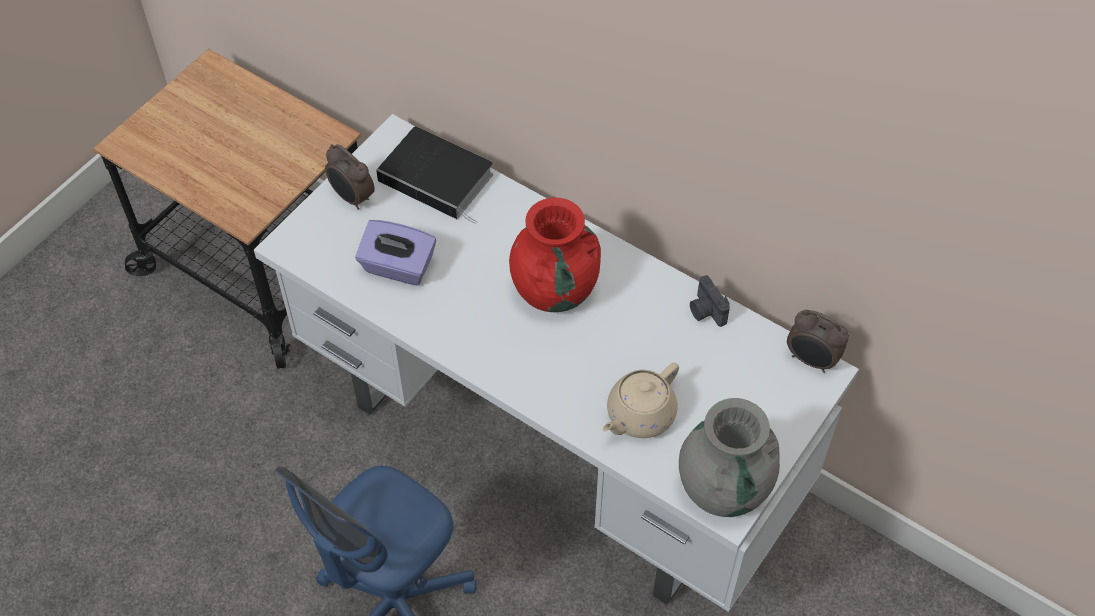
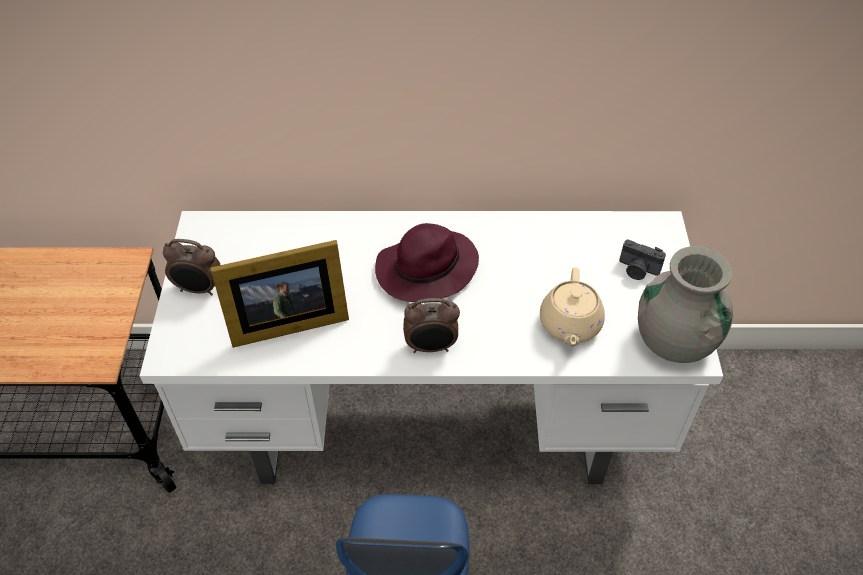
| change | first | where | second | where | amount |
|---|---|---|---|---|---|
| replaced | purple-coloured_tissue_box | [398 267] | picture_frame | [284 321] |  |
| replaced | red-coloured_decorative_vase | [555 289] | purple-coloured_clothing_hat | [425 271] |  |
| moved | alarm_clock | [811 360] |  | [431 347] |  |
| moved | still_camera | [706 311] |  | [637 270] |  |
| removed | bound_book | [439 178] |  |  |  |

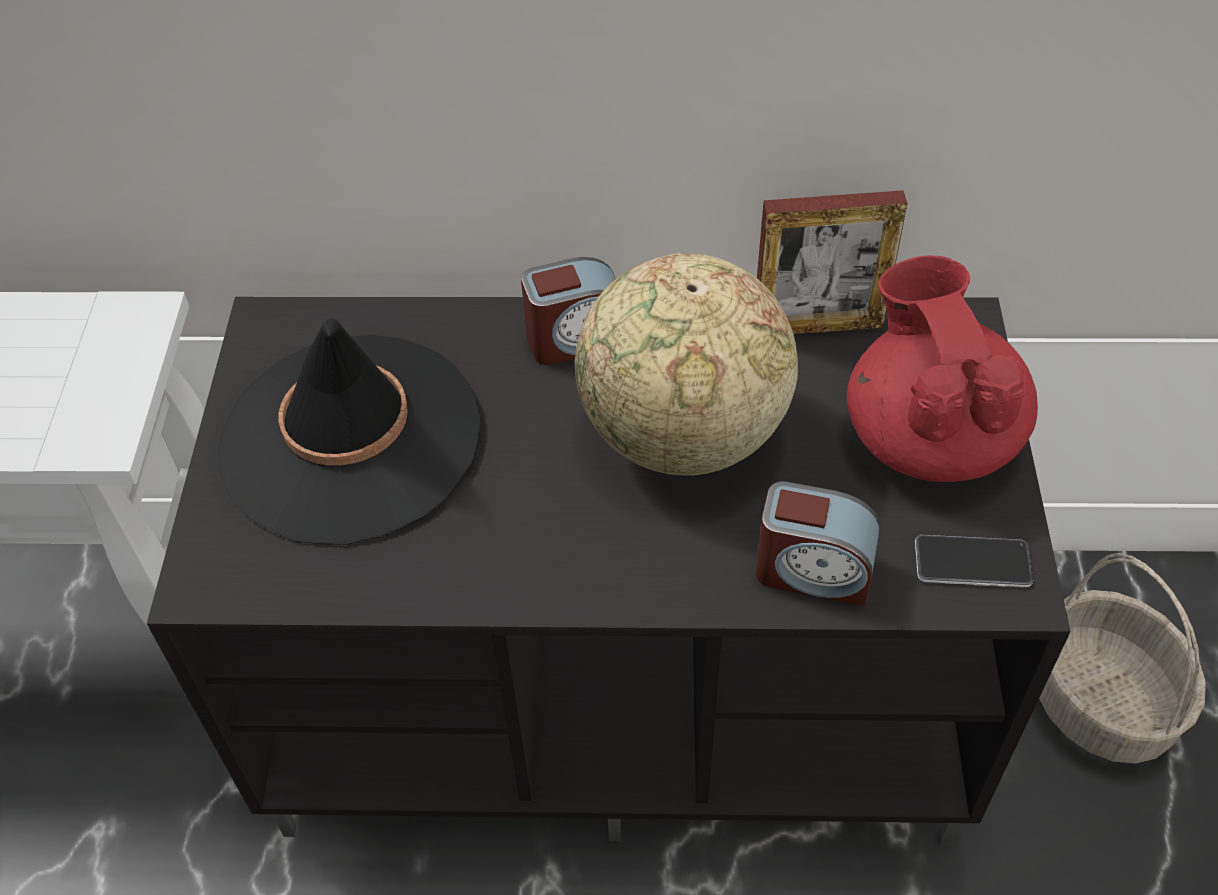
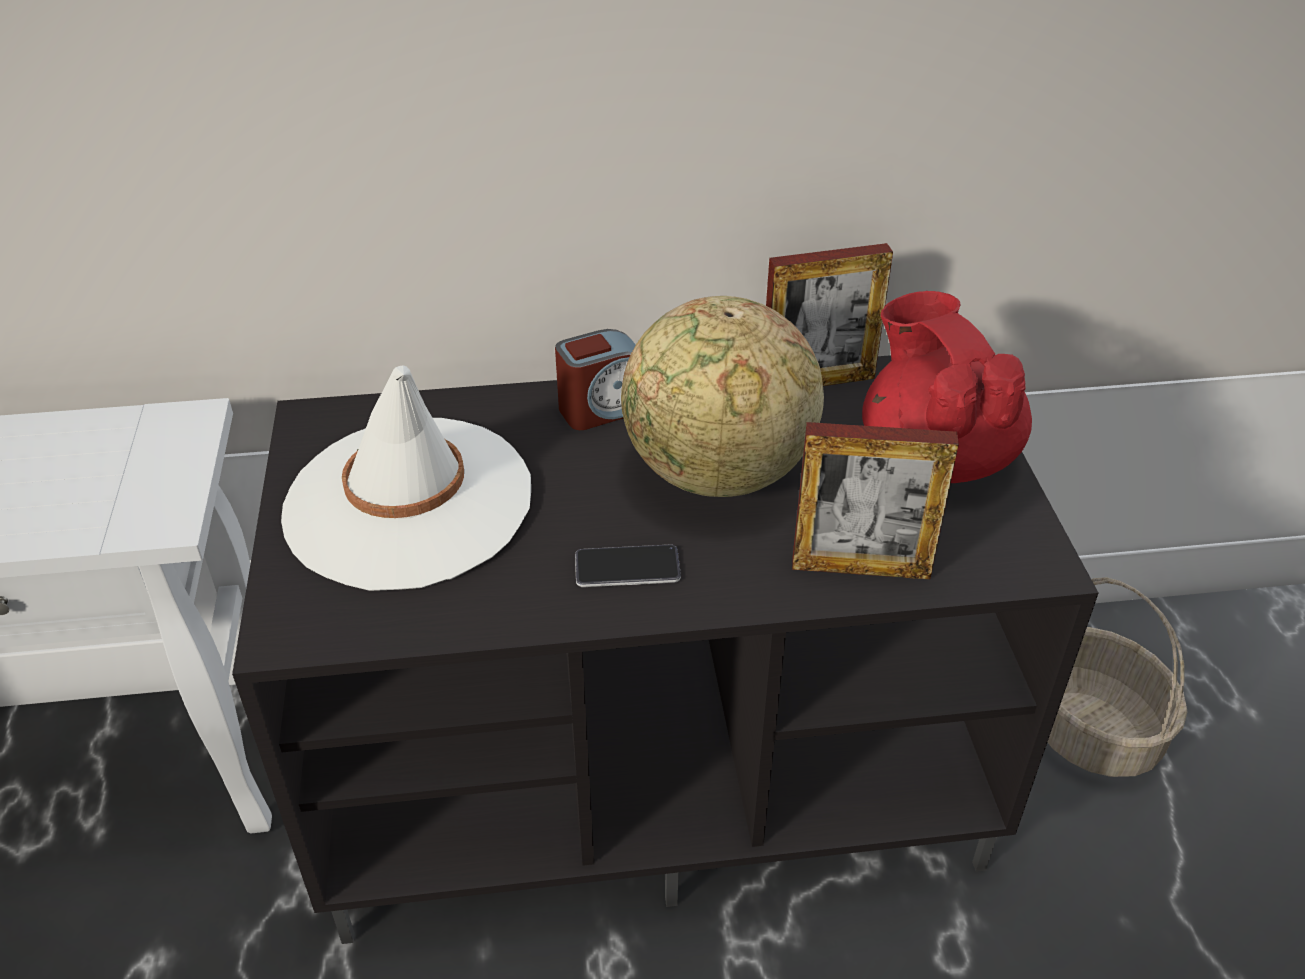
| change | first | where | second | where | amount |
|---|---|---|---|---|---|
| recoloured | blackish_clothing_hat | [350 438] | whitish_clothing_hat | [408 503] |  |
| moved | telephone | [972 563] |  | [627 568] |  |
| replaced | alarm_clock | [813 570] | picture_frame | [860 567] |  |

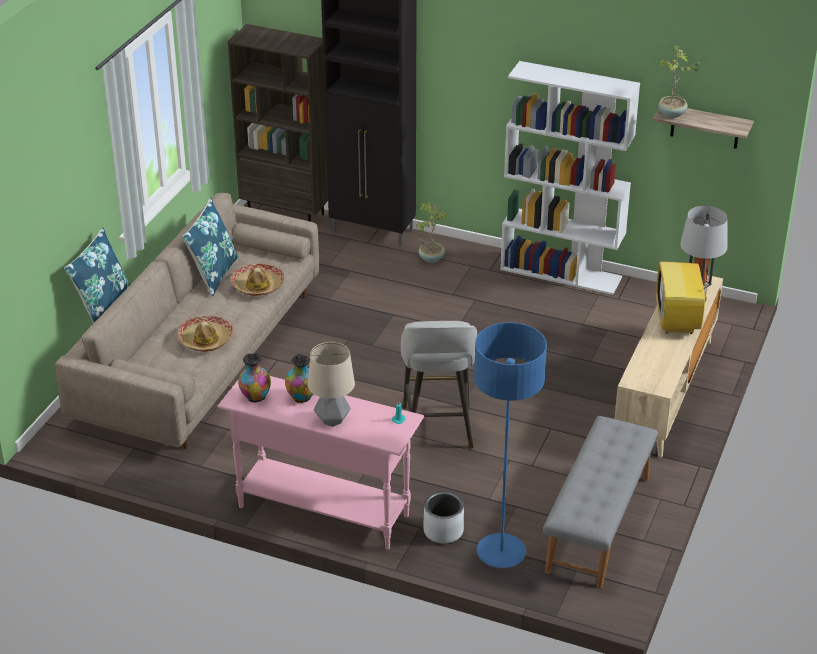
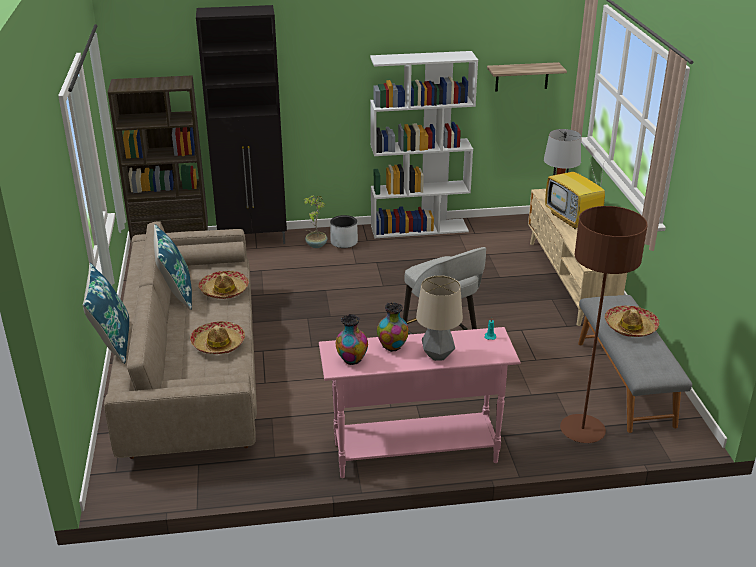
| change | first | where | second | where | amount |
|---|---|---|---|---|---|
| moved | grey_planter | [443 530] |  | [343 242] |  |
| recoloured | blue-coloured_standard_lamp | [501 552] | brown_standard_lamp | [582 430] |  |
| added |  |  | clothing_hat | [630 327] |  |
| removed | plant_in_a_pot | [672 114] |  |  |  |

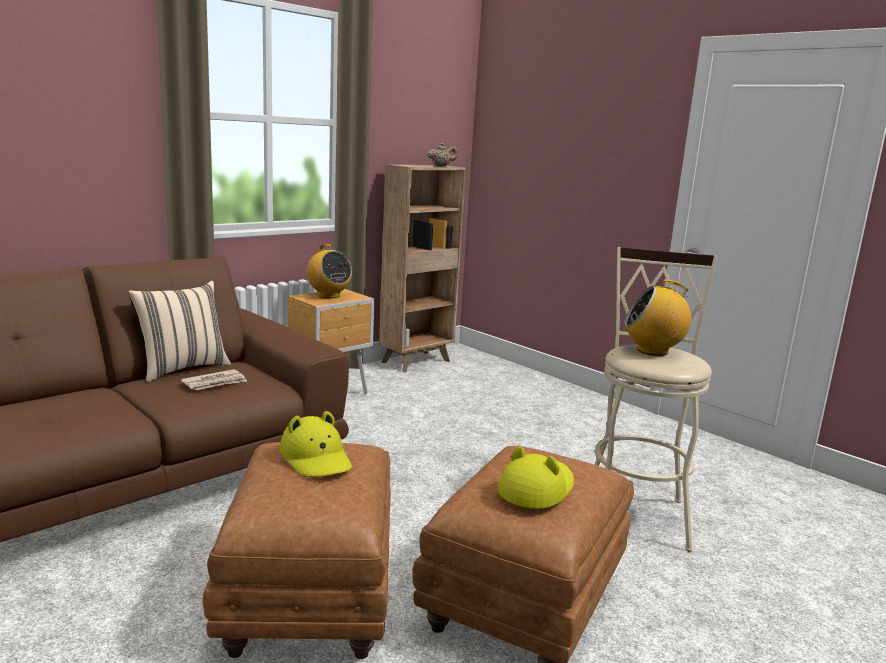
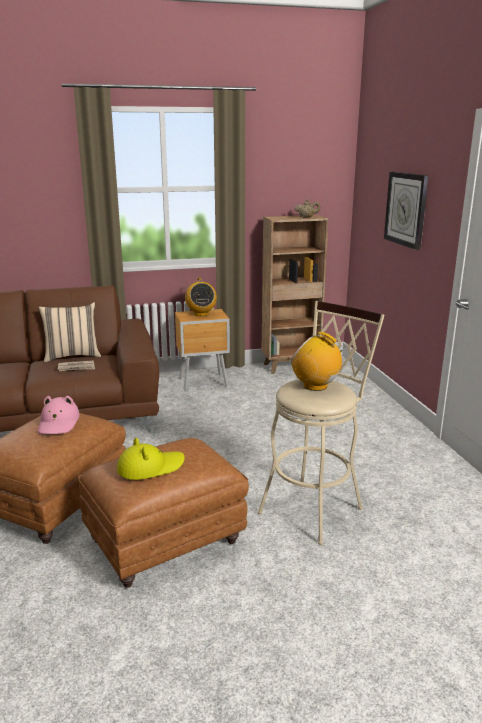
| change | first | where | second | where | amount |
|---|---|---|---|---|---|
| recoloured | yellowish_clothing_hat | [316 458] | pink-coloured_clothing_hat | [59 423] |  |
| added |  |  | wall_clock | [406 209] |  |

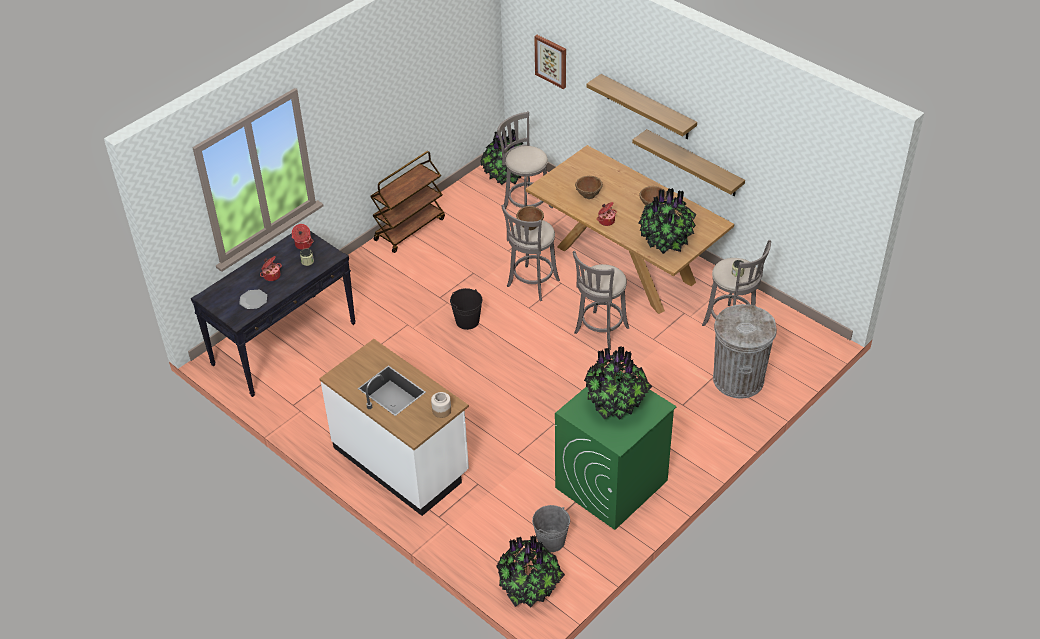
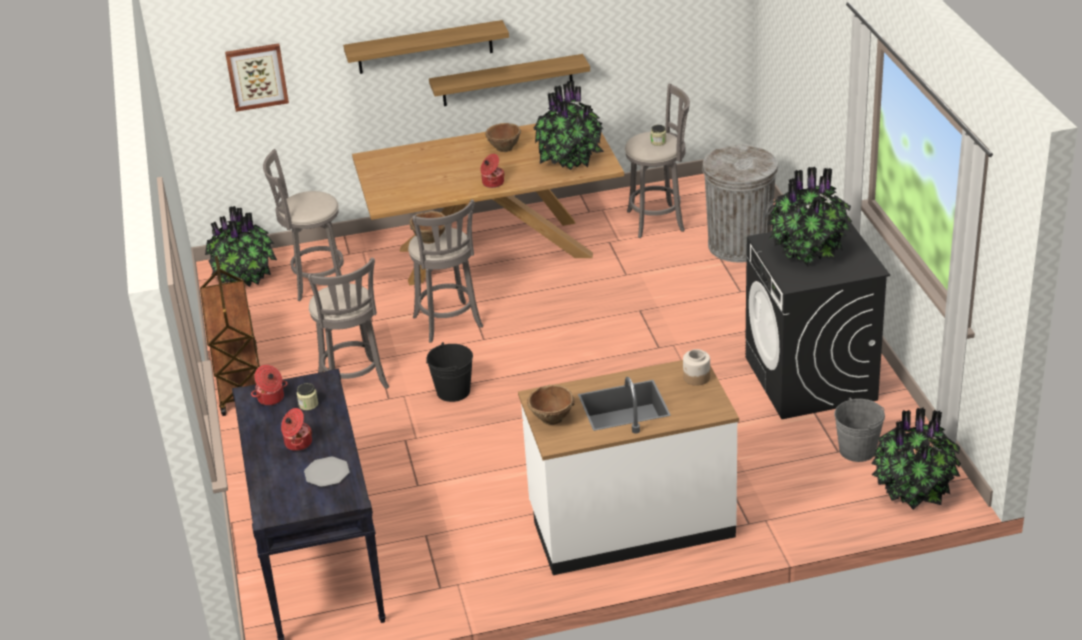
| change | first | where | second | where | amount |
|---|---|---|---|---|---|
| moved | grey_stool_seat | [600 332] |  | [354 384] |  |
| moved | brown_deep_dish | [588 195] |  | [552 419] |  |
| recoloured | green-coloured_laundry_machine | [611 484] | blackish_laundry_machine | [811 379] |  |

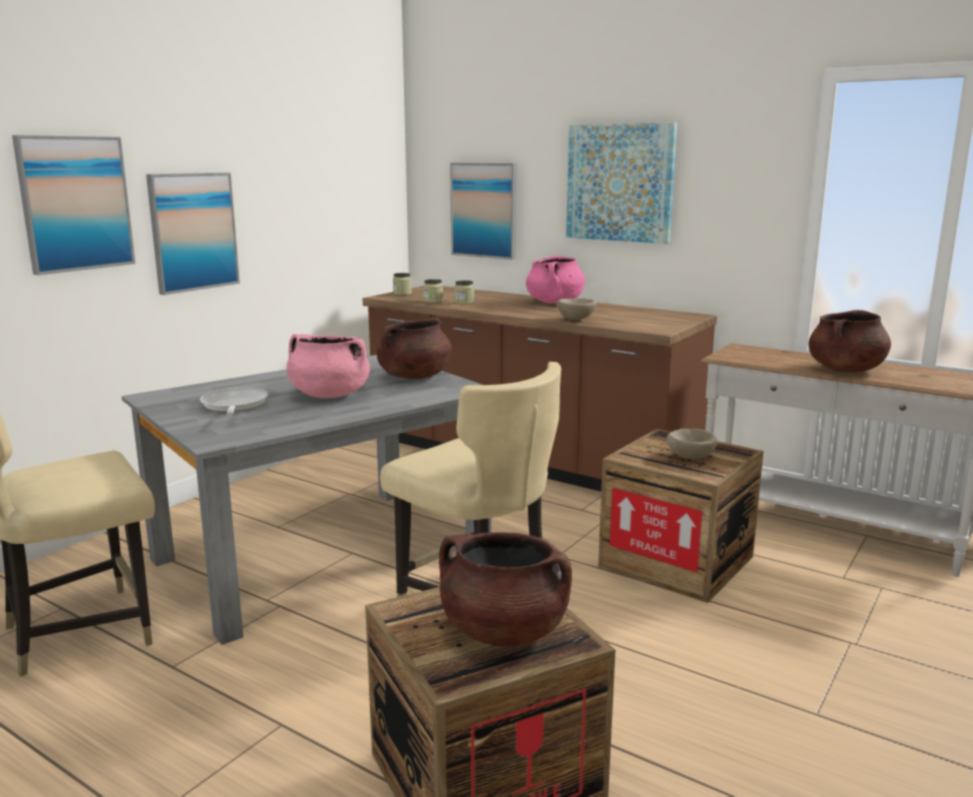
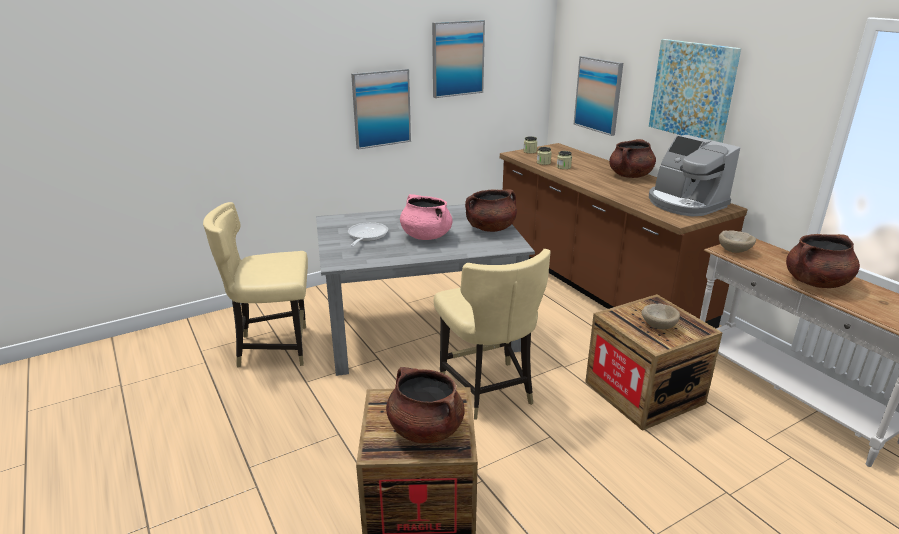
| change | first | where | second | where | amount |
|---|---|---|---|---|---|
| moved | wall_picture | [75 203] |  | [457 58] |  |
| recoloured | pink-coloured_stockpot | [555 302] | brown_stockpot | [630 176] |  |
| added |  |  | coffee_brewer | [685 203] |  |
| moved | beige-coloured_deep_dish | [576 319] |  | [734 250] |  |

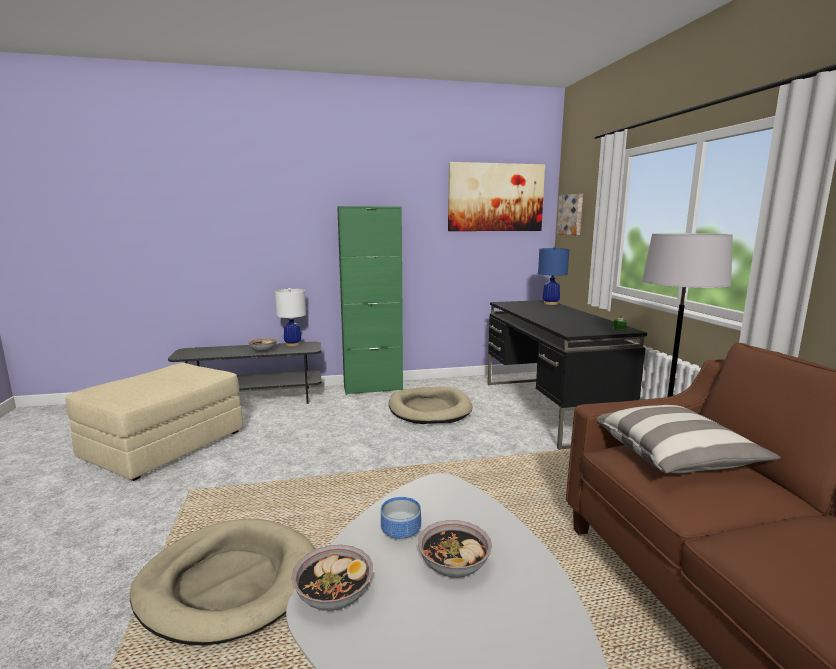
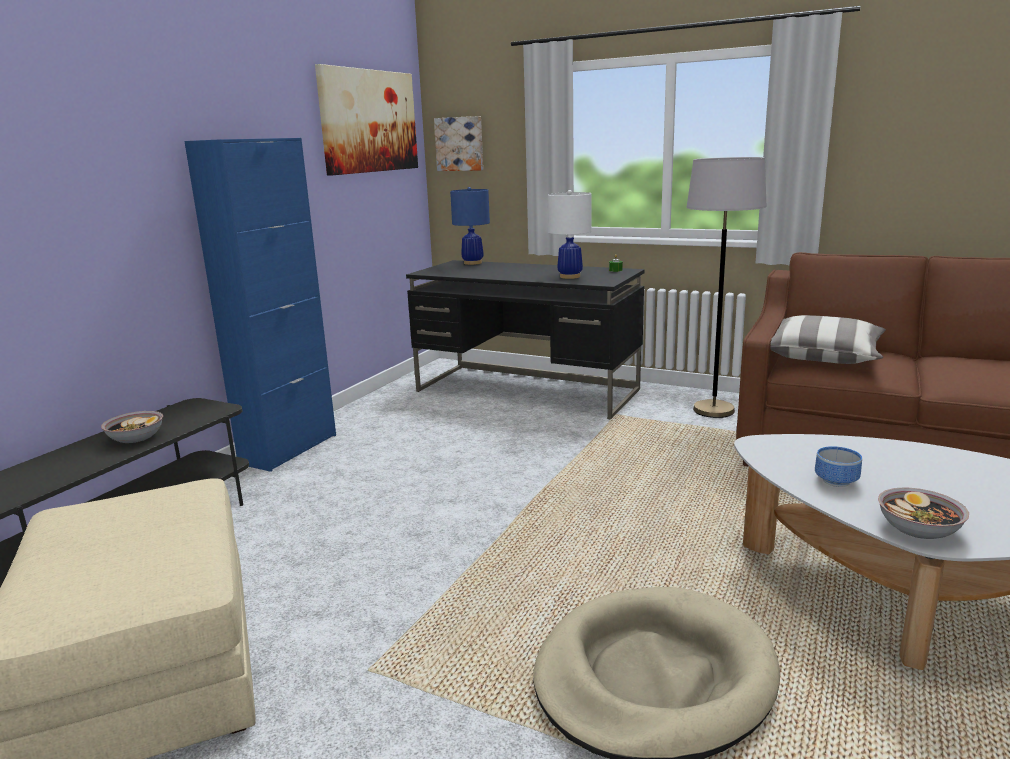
| change | first | where | second | where | amount |
|---|---|---|---|---|---|
| recoloured | green-coloured_storage_cabinet | [373 388] | blue-coloured_storage_cabinet | [289 449] |  |
| moved | whitish_tabletop_lamp | [293 344] |  | [570 276] |  |
| removed | beige-coloured_pet_bed | [429 409] |  |  |  |
| removed | deep_dish | [454 564] |  |  |  |

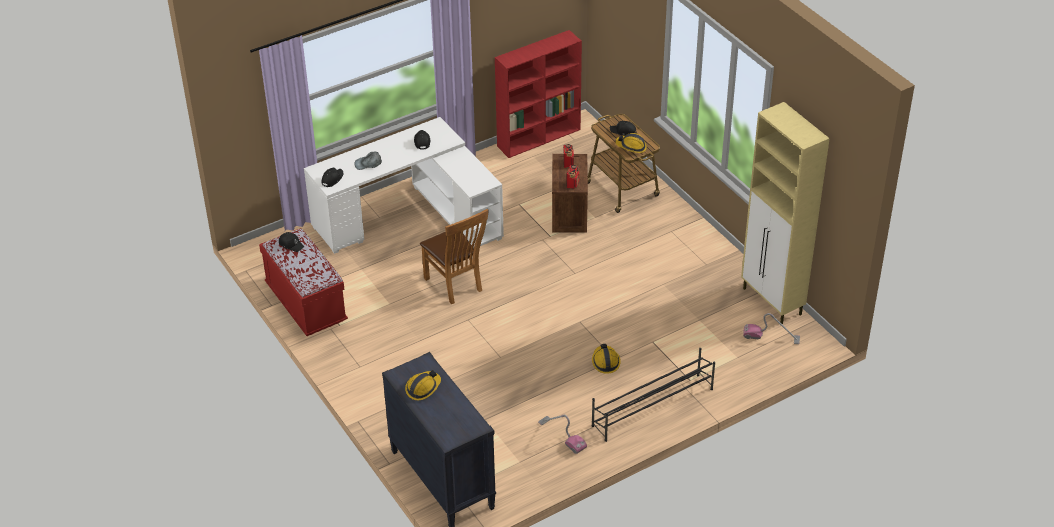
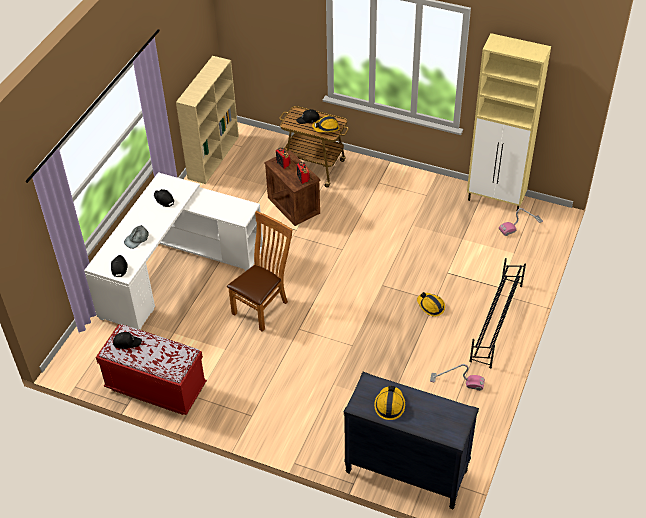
| change | first | where | second | where | amount |
|---|---|---|---|---|---|
| recoloured | red-coloured_shelving_unit | [539 137] | beige-coloured_shelving_unit | [213 157] |  |
| turned | brown_plain_chair | [456 286] |  | [263 306] | 75 degrees counterclockwise |

